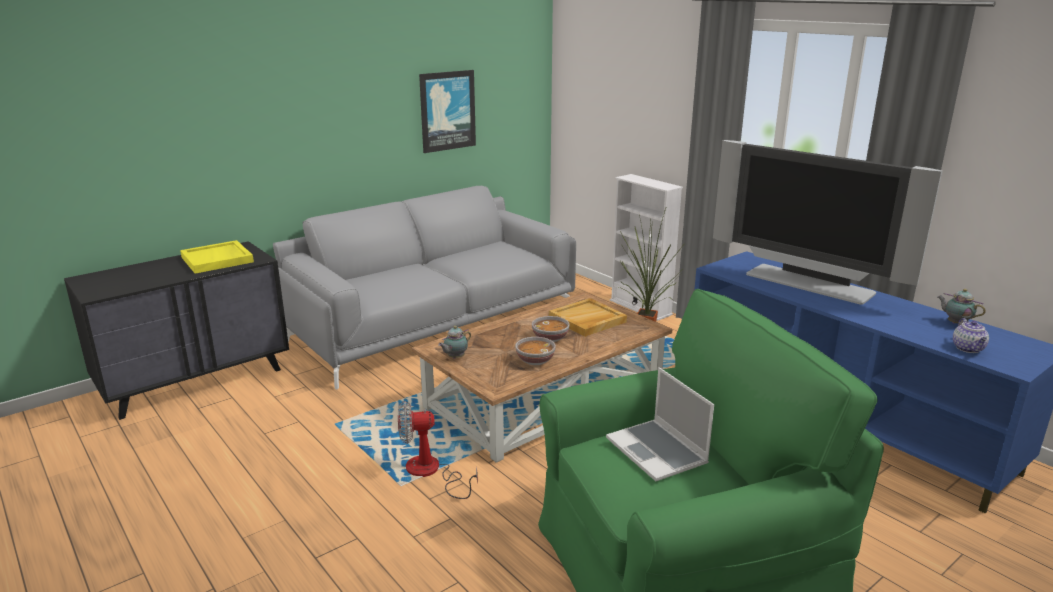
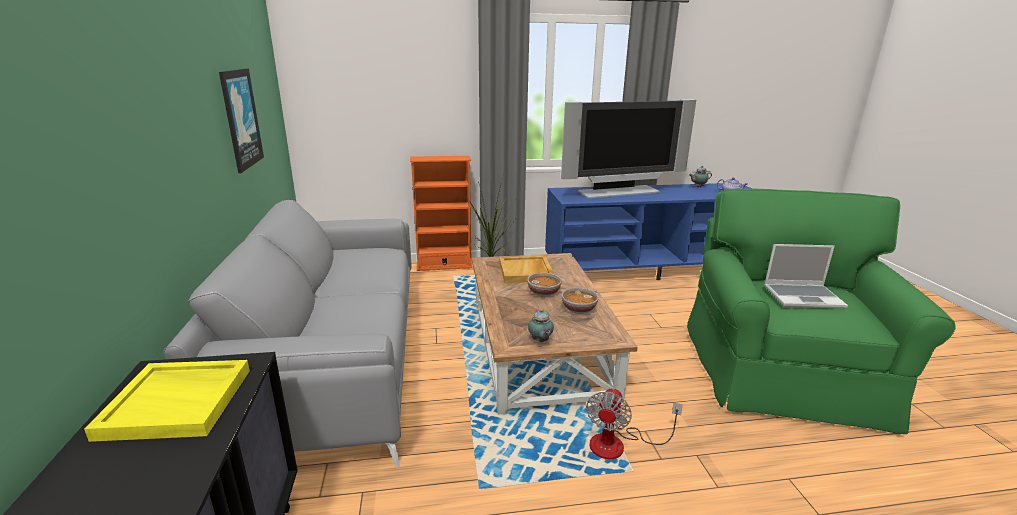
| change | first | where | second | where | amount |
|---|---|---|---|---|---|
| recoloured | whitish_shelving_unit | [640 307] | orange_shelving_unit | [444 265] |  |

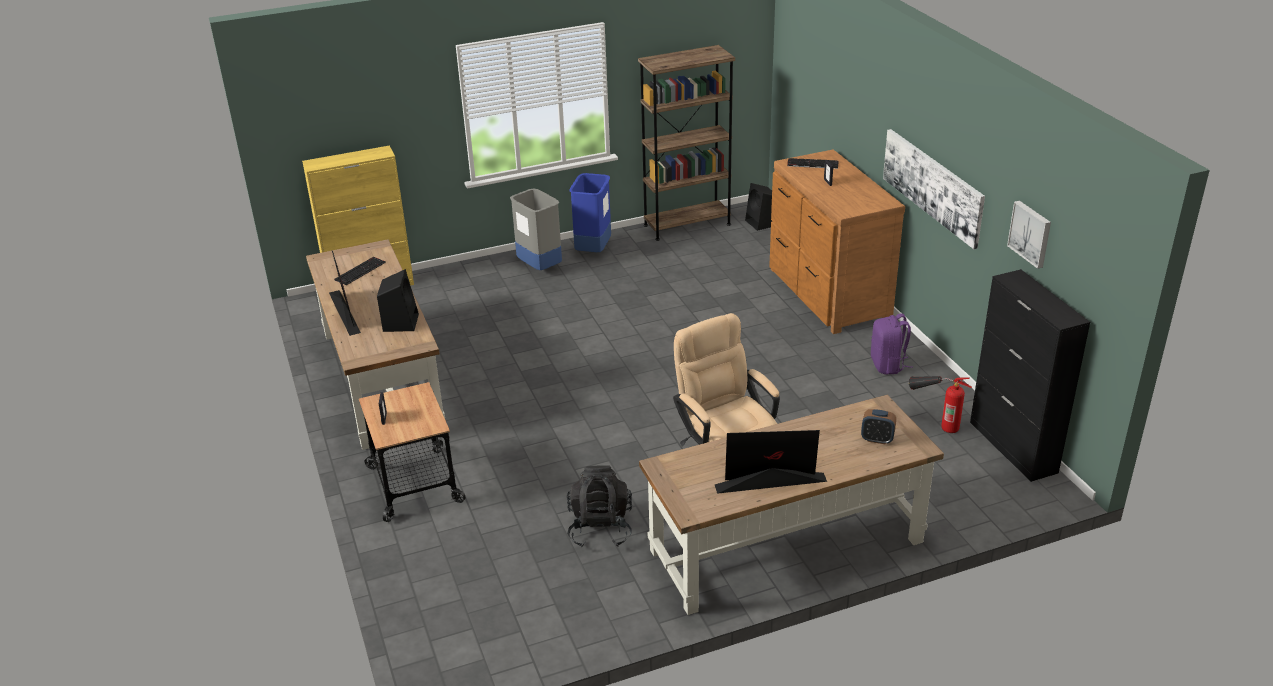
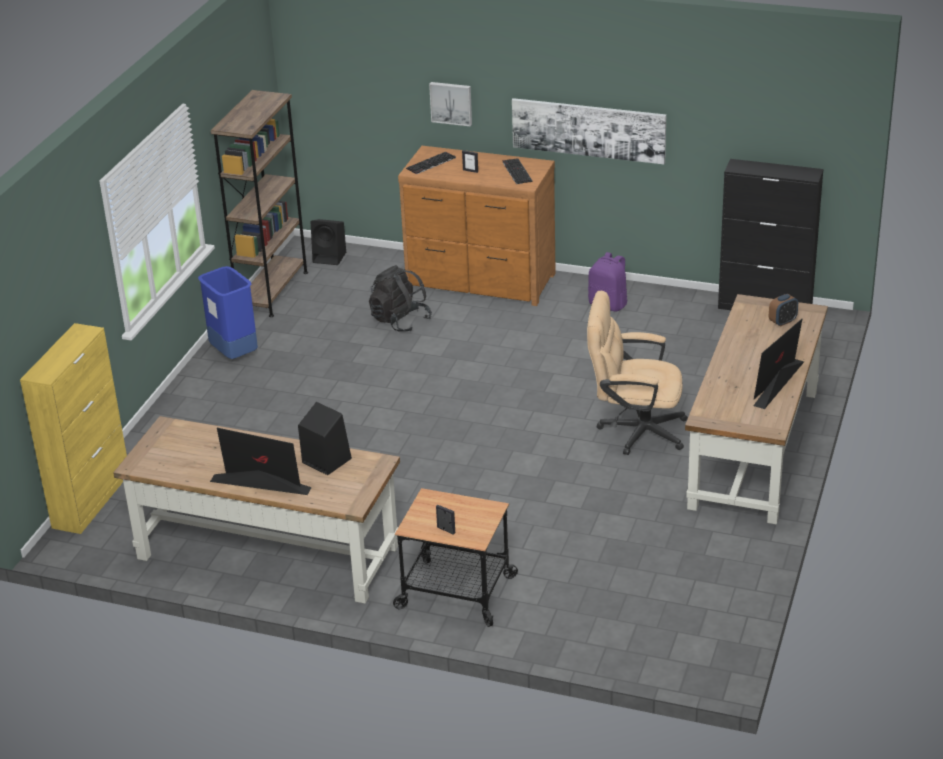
| change | first | where | second | where | amount |
|---|---|---|---|---|---|
| moved | blackish_knapsack | [600 529] |  | [400 321] |  |
| moved | wall_picture | [1031 233] |  | [451 103] |  |
| moved | keyboard | [360 270] |  | [516 171] |  |
| removed | grey_waste_bin | [539 267] |  |  |  |
| removed | fire_extinguisher | [935 422] |  |  |  |

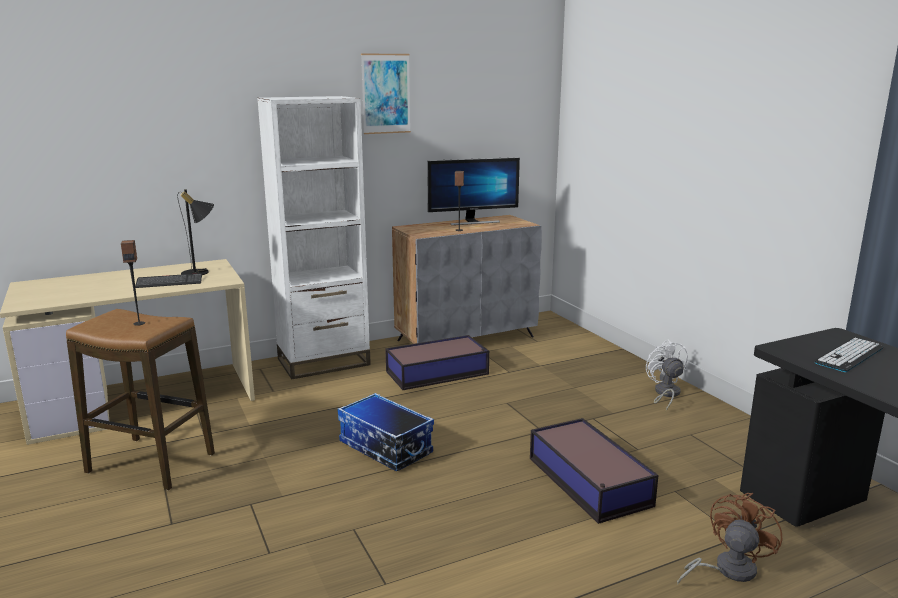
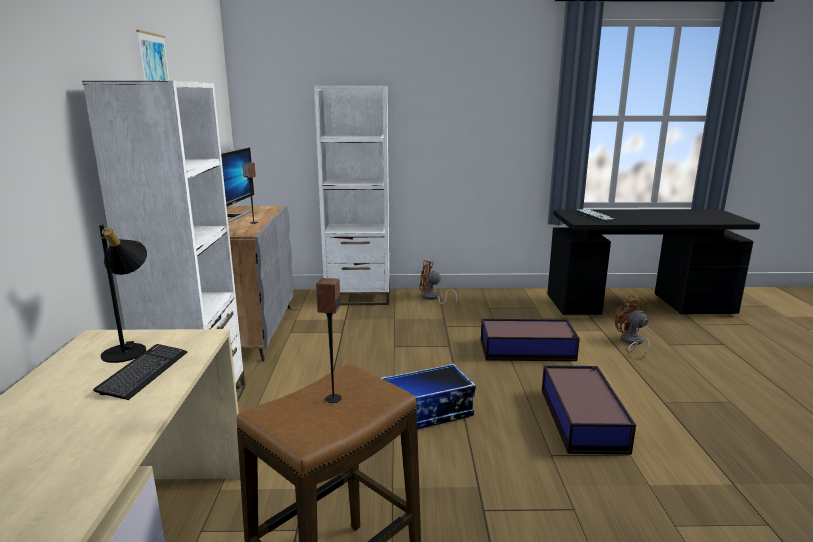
| change | first | where | second | where | amount |
|---|---|---|---|---|---|
| added |  |  | whitish_shelving_unit | [358 297] |  |
| recoloured | whitish_fan | [665 394] | brown_fan | [432 298] |  |
| moved | storage_box | [438 373] |  | [582 418] |  |

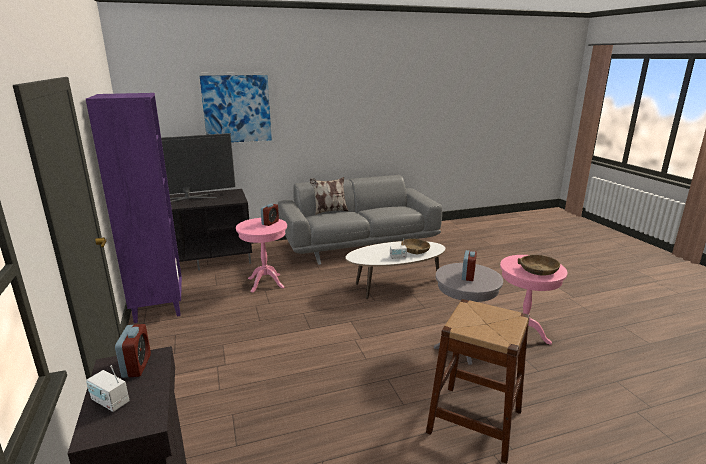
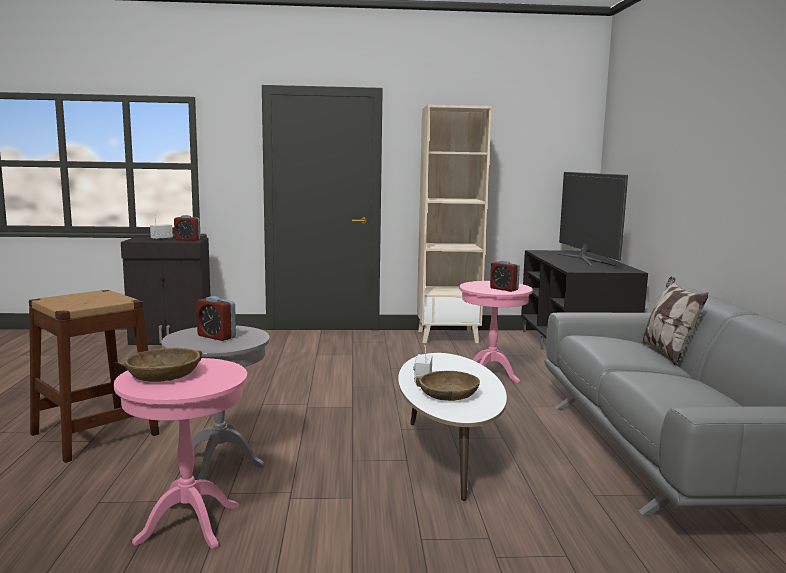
| change | first | where | second | where | amount |
|---|---|---|---|---|---|
| recoloured | purple-coloured_shelving_unit | [158 306] | beige-coloured_shelving_unit | [448 336] |  |
| removed | wall_picture | [237 109] |  |  |  |

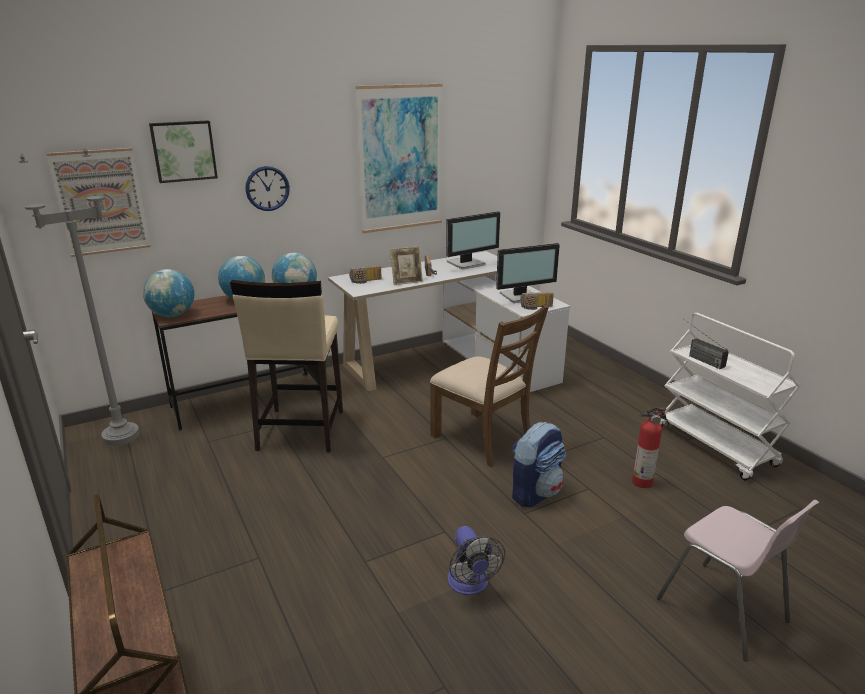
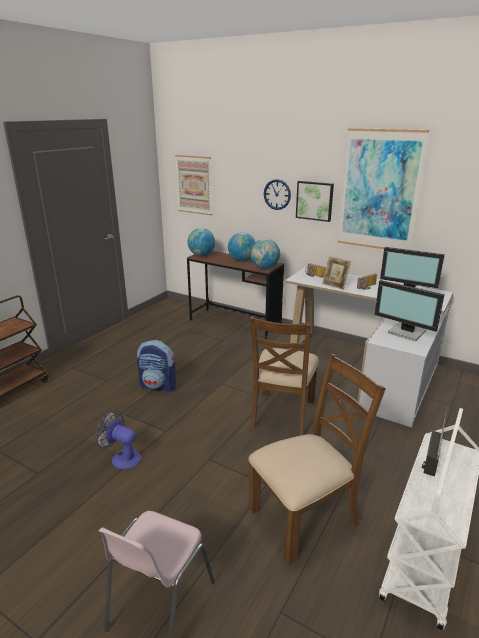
| change | first | where | second | where | amount |
|---|---|---|---|---|---|
| turned | fan | [470 585] |  | [121 457] | 75 degrees clockwise |
| moved | knapsack | [535 492] |  | [158 386] |  |
| replaced | fire_extinguisher | [644 482] | brown_plain_chair | [305 516] |  |
| moved | wall_picture | [183 151] |  | [315 200] |  |
| removed | grey_standard_lamp | [121 436] |  |  |  |
| removed | beige-coloured_stool_seat | [300 430] |  |  |  |
| removed | radio_receiver | [536 307] |  |  |  |

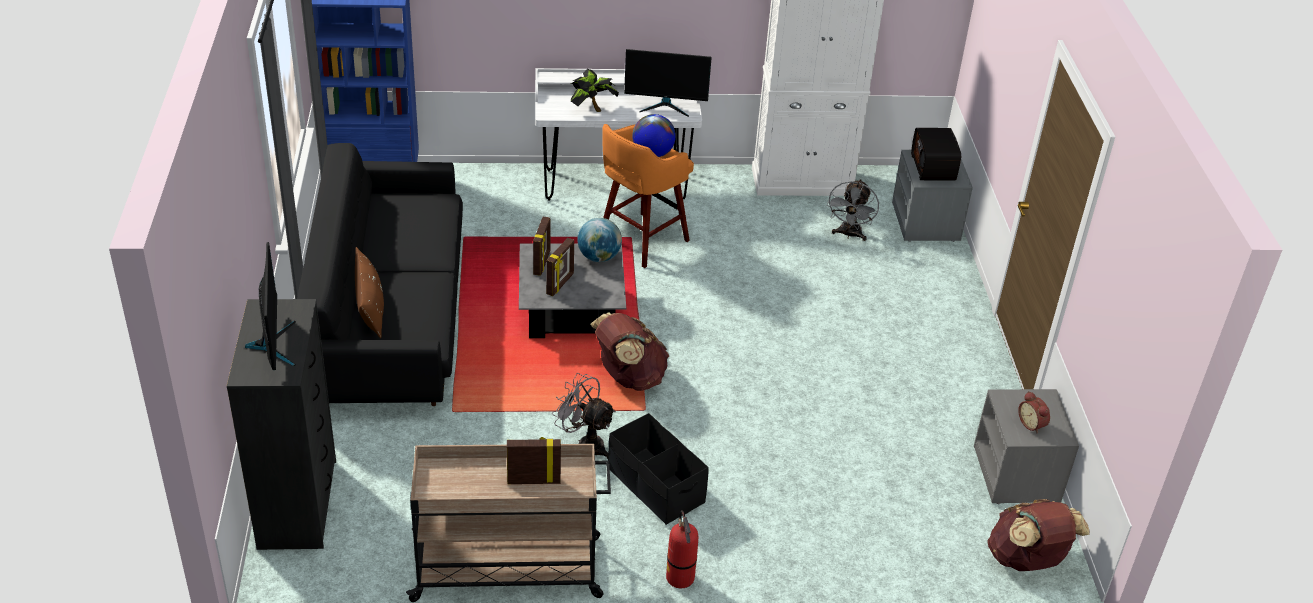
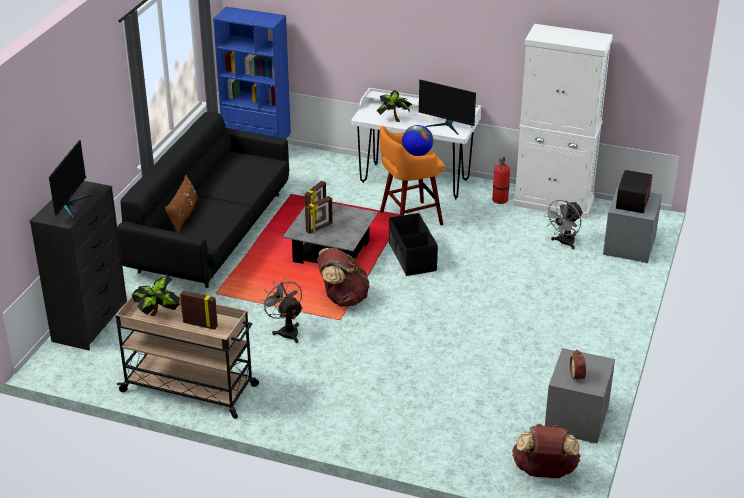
| change | first | where | second | where | amount |
|---|---|---|---|---|---|
| added |  |  | plant_in_a_pot | [158 314] |  |
| moved | blackish_storage_box | [655 486] |  | [412 257] |  |
| moved | fire_extinguisher | [680 578] |  | [500 200] |  |
| removed | globe | [599 257] |  |  |  |

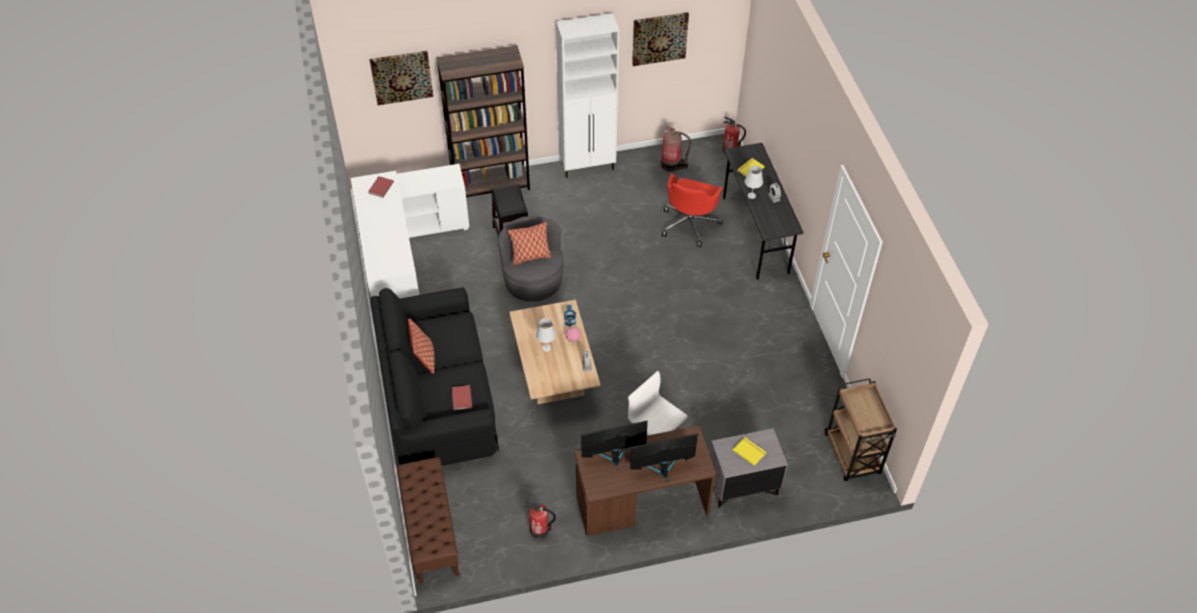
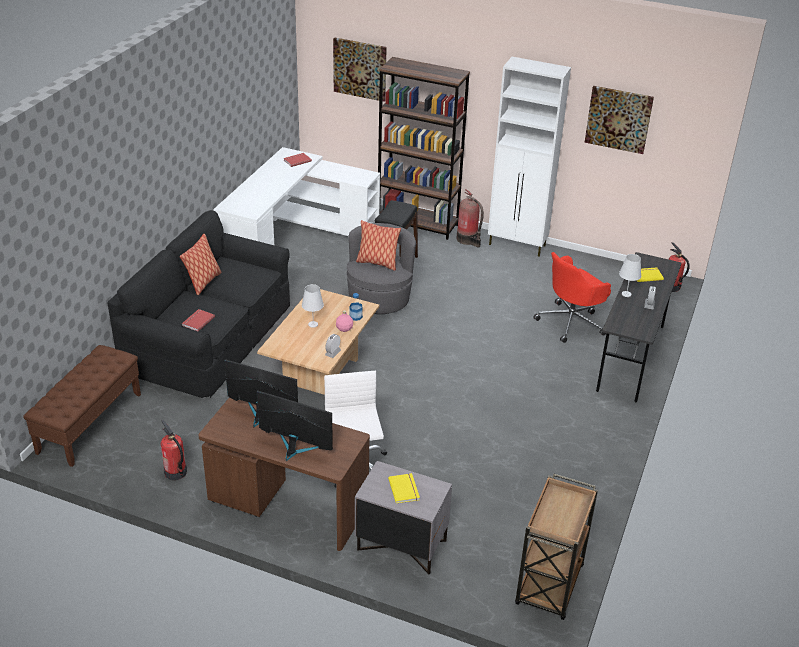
| change | first | where | second | where | amount |
|---|---|---|---|---|---|
| moved | fire_extinguisher | [672 165] |  | [468 240] |  |

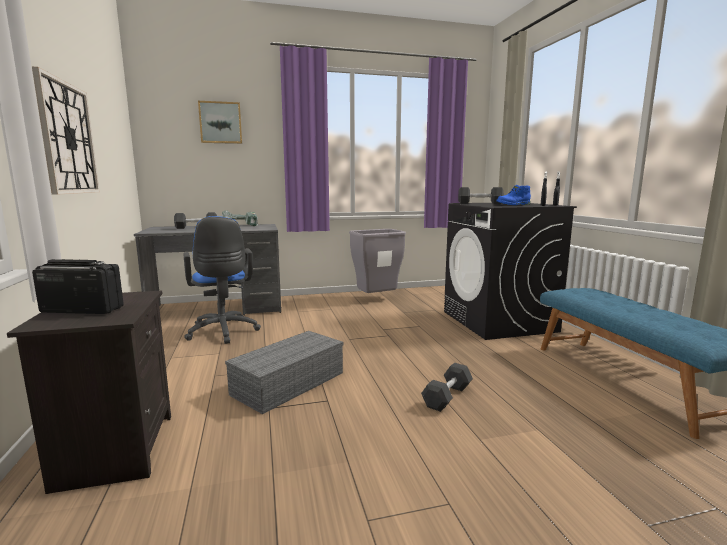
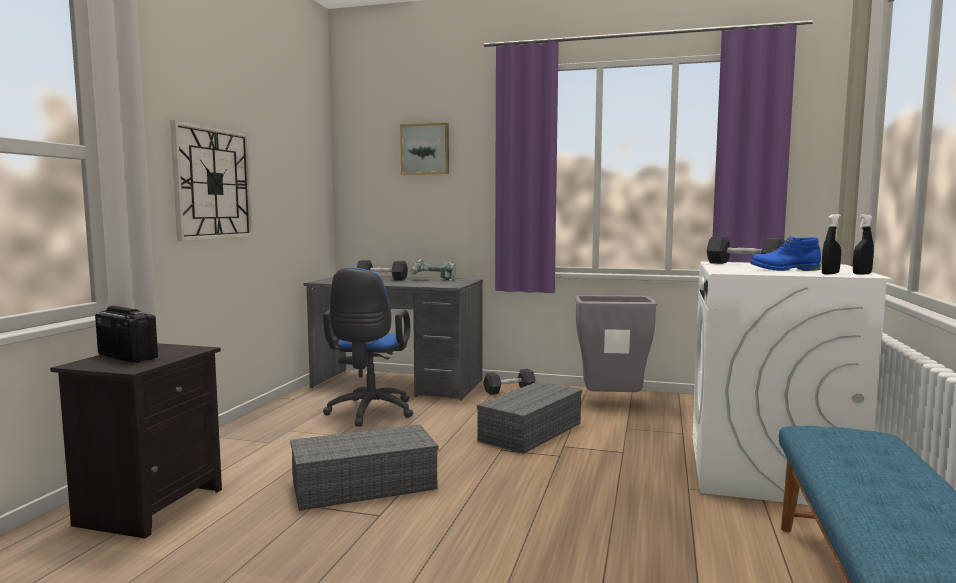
| change | first | where | second | where | amount |
|---|---|---|---|---|---|
| added |  |  | grey_storage_box | [531 431] |  |
| moved | blackish_free_weight | [447 396] |  | [509 390] |  |
| recoloured | blackish_laundry_machine | [498 321] | whitish_laundry_machine | [769 471] |  |

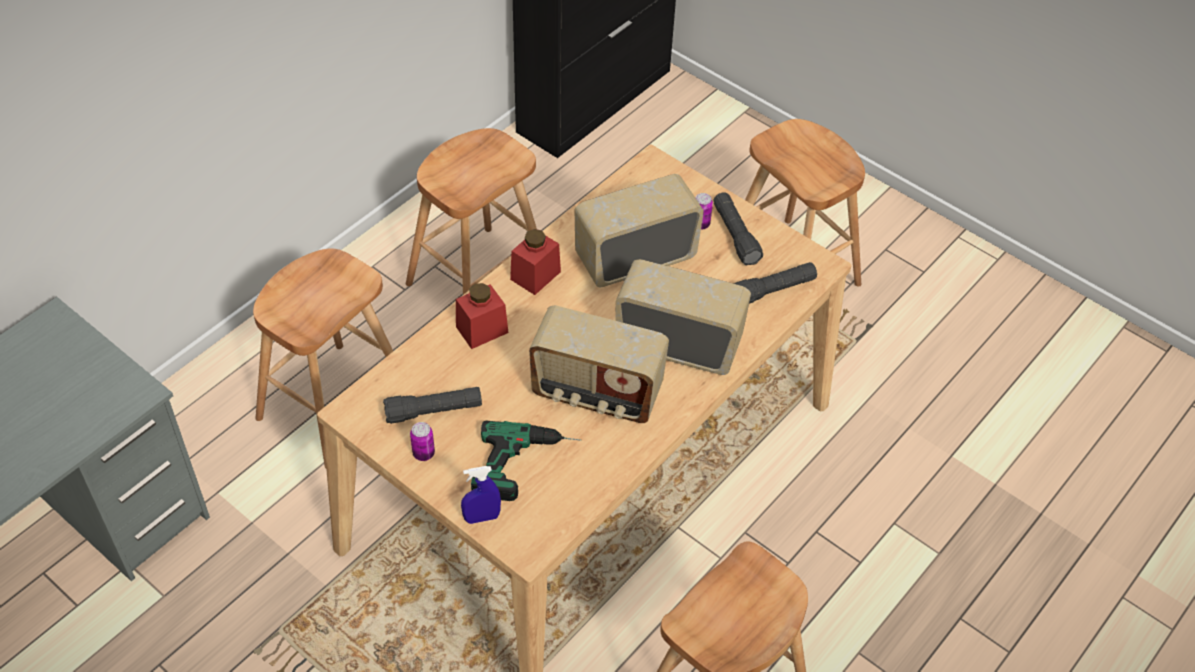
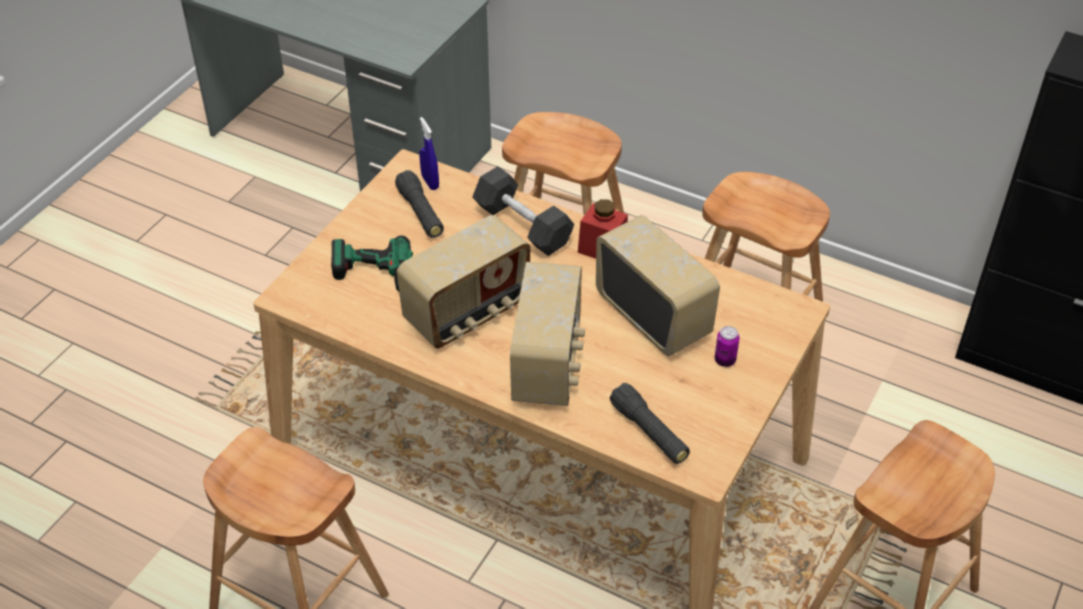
| change | first | where | second | where | amount |
|---|---|---|---|---|---|
| turned | radio_receiver | [596 393] |  | [468 313] | 135 degrees counterclockwise |
| moved | blue-coloured_spray_bottle | [482 517] |  | [430 182] |  |
| replaced | red-coloured_preserve_jar | [482 329] | blackish_free_weight | [522 225] |  |
| removed | metal_can | [423 453] |  |  |  |
| removed | blackish_flashlight | [735 235] |  |  |  |

